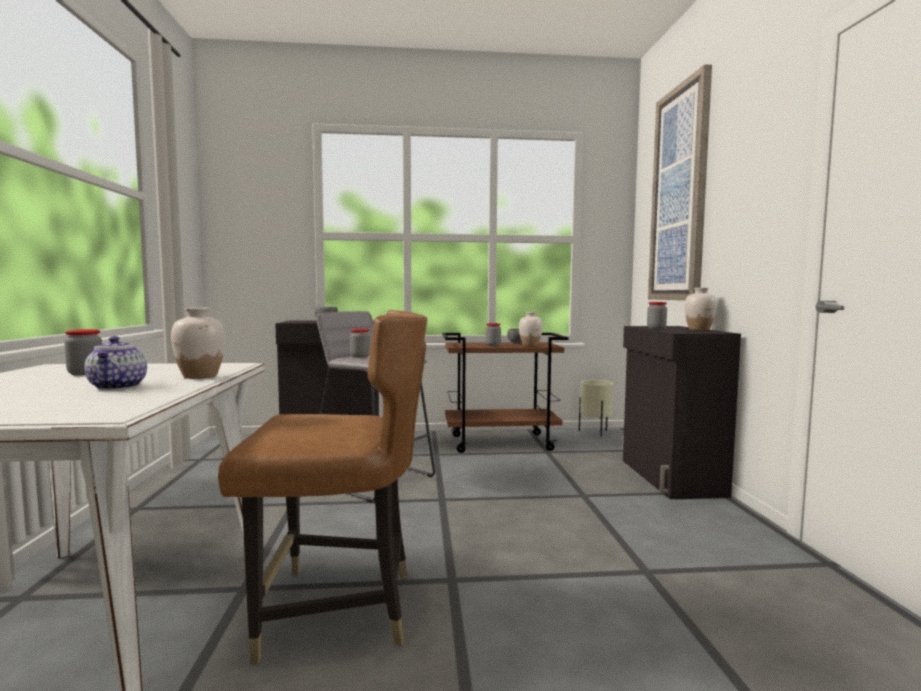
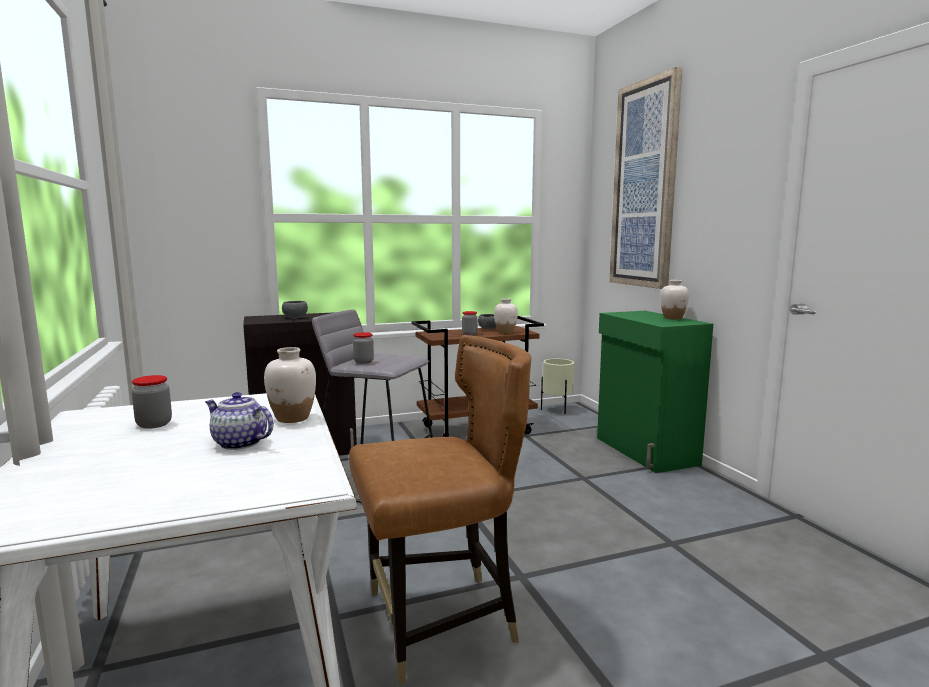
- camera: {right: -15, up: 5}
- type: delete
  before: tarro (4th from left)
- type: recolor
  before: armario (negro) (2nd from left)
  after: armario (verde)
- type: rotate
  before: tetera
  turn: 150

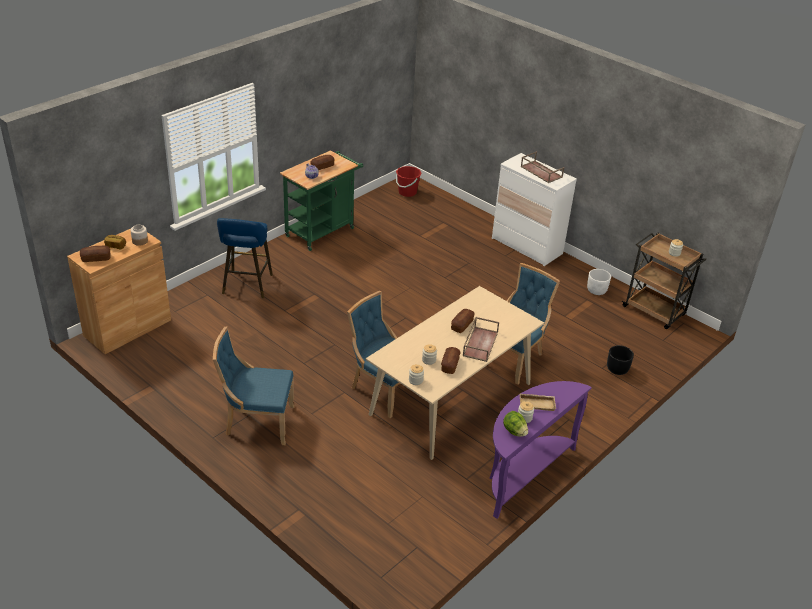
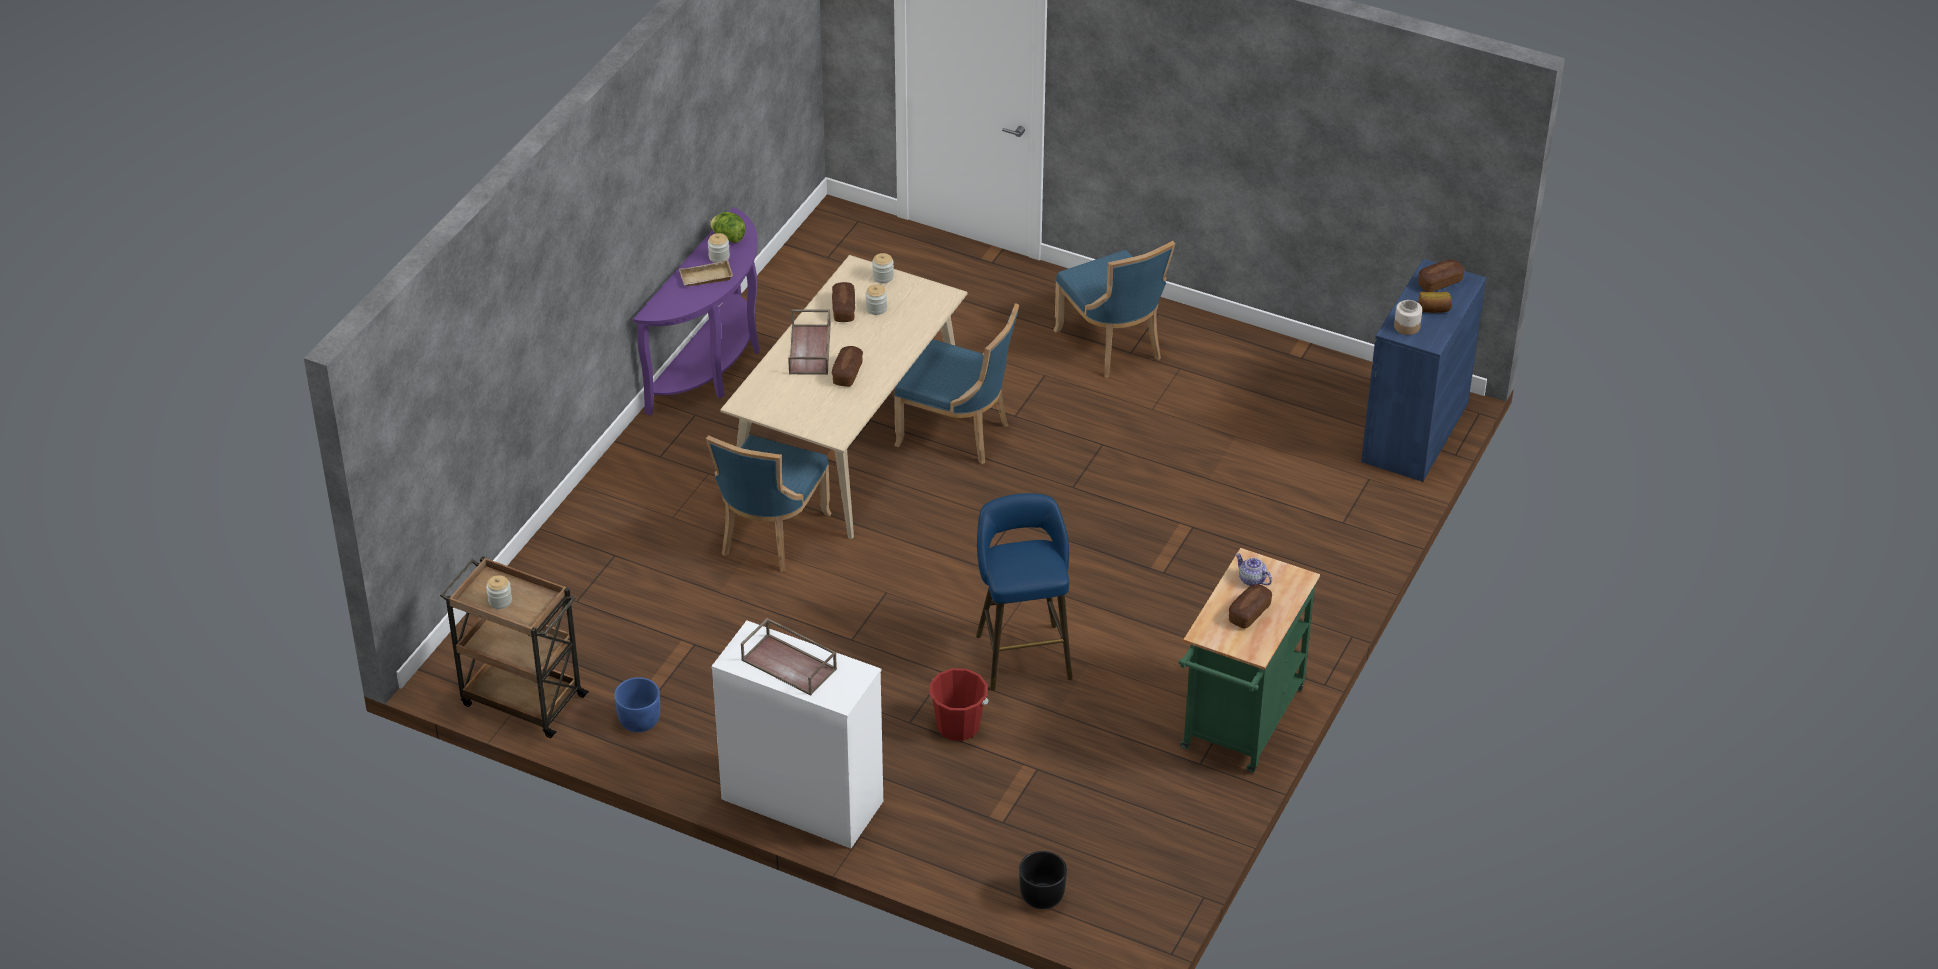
- camera: {right: 165, up: 5}
- type: move
  before: cubo (rojo)
- type: move
  before: taburete (azul)
- type: recolor
  before: armario (marrón)
  after: armario (azul)
- type: recolor
  before: maceta (blanco)
  after: maceta (azul)
- type: rotate
  before: silla (azul) (1st from left in the first image)
  turn: 75
- type: move
  before: maceta (negro)

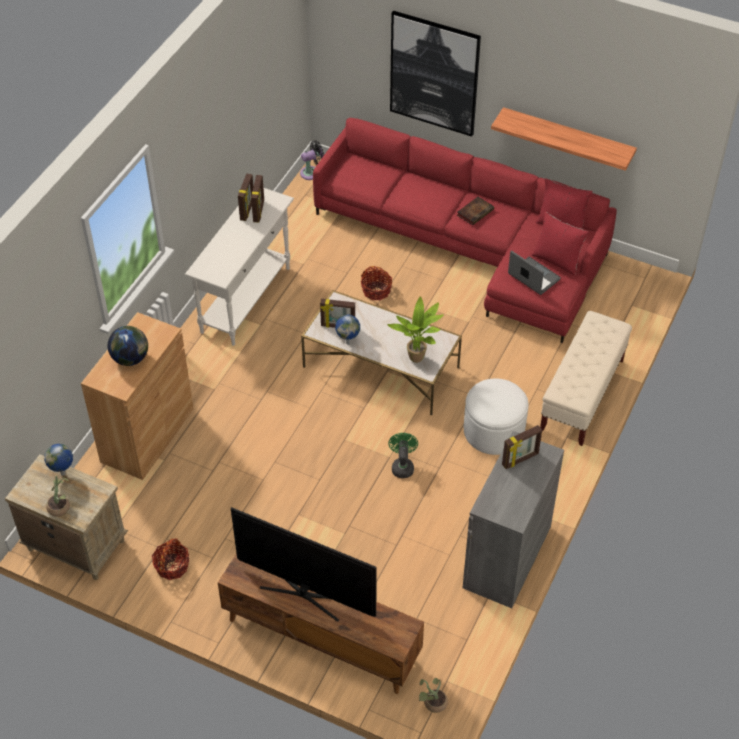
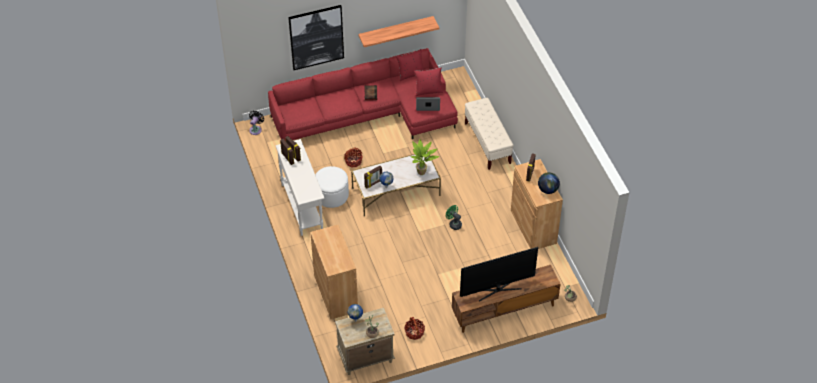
- camera: {right: -45, up: 0}
- type: move
  before: globo terráqueo (2nd from left in the first image)
  after: globo terráqueo (3rd from left)
- type: move
  before: puf (blanco)
- type: recolor
  before: armario (gris)
  after: armario (marrón) (2nd from left)

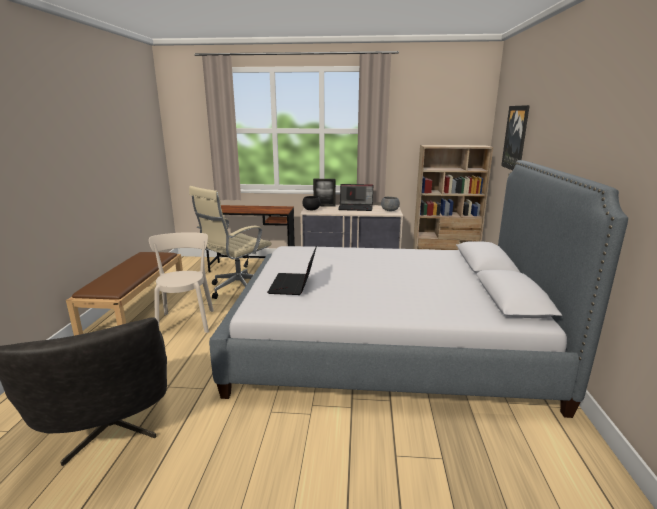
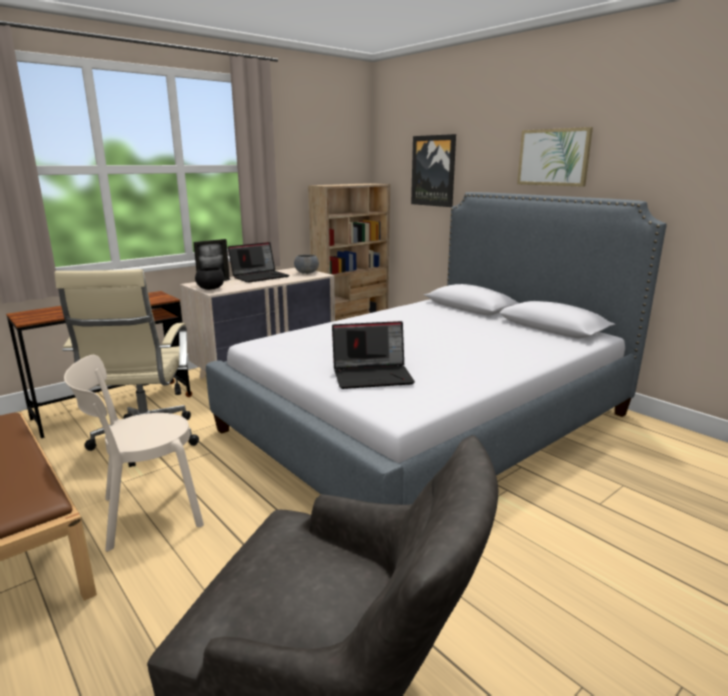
- camera: {right: -45, up: 0}
- type: rotate
  before: silla (beis)
  turn: -60
- type: rotate
  before: portátil (1st from left in the first image)
  turn: -60
- type: insert
  after: cuadro (2nd from left)

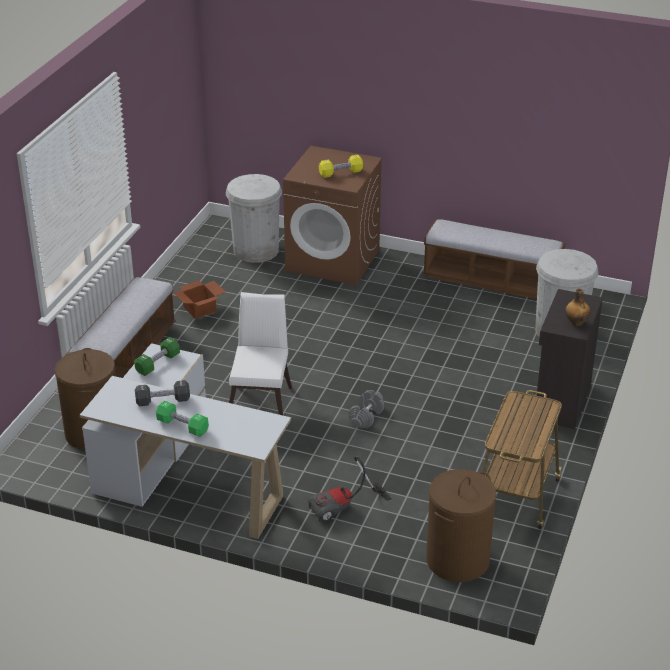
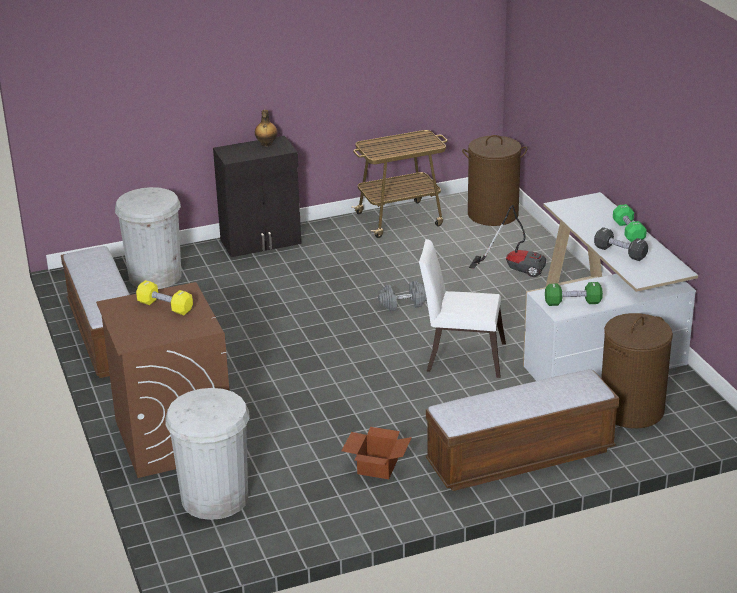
- camera: {right: -130, up: -5}
- type: rotate
  before: silla (blanco)
  turn: 45

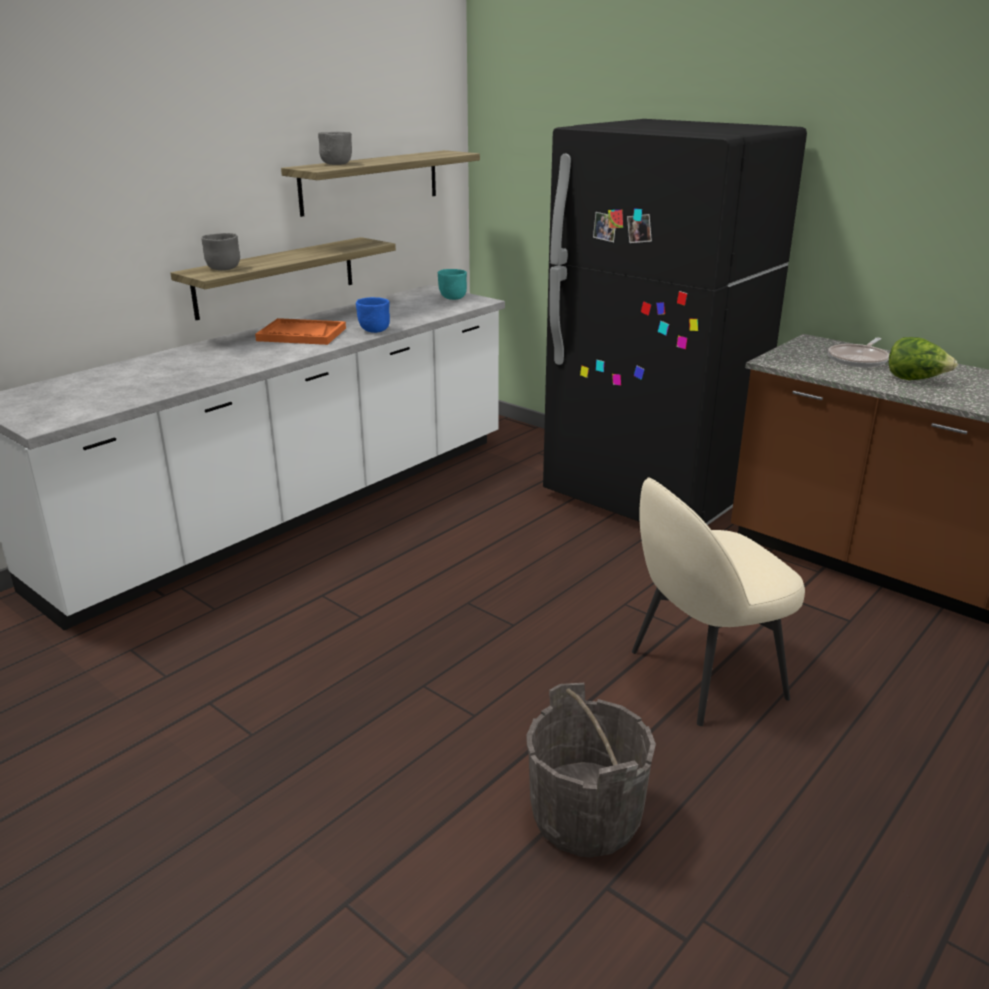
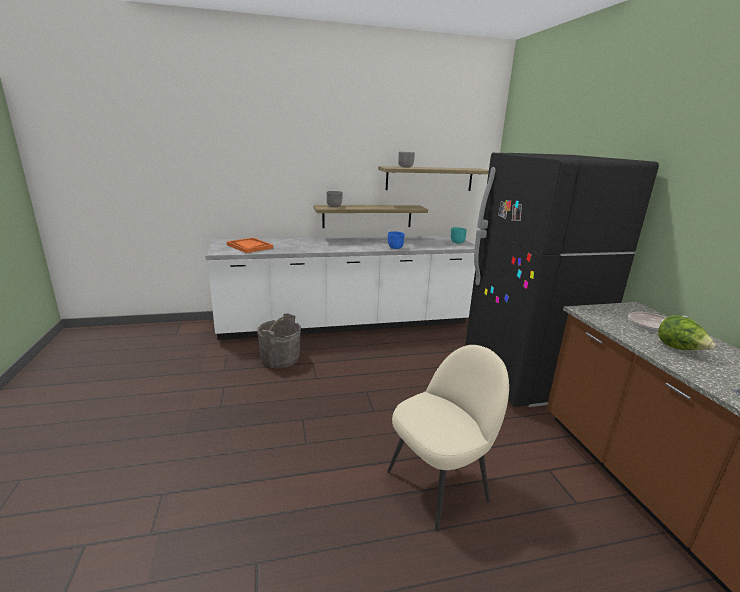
- camera: {right: 35, up: -5}
- type: move
  before: bandeja (naranja)
- type: rotate
  before: silla (beis)
  turn: 135
- type: move
  before: cubo (gris)

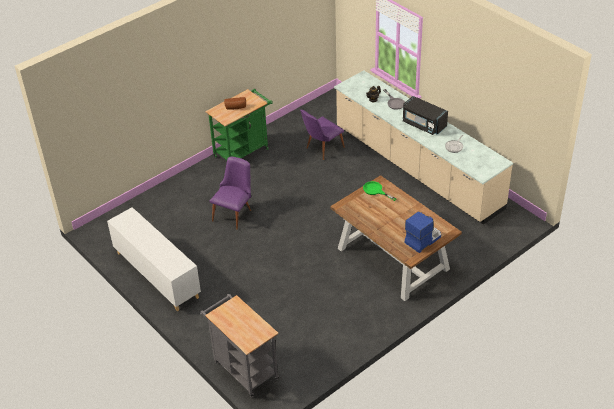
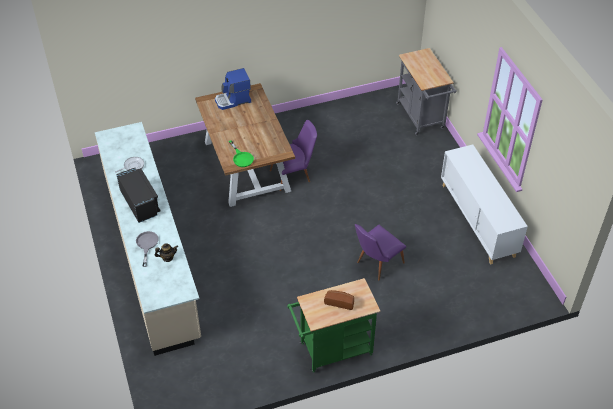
- camera: {right: -160, up: 5}
- type: move
  before: silla (morado) (2nd from left in the first image)
  after: silla (morado) (1st from left)

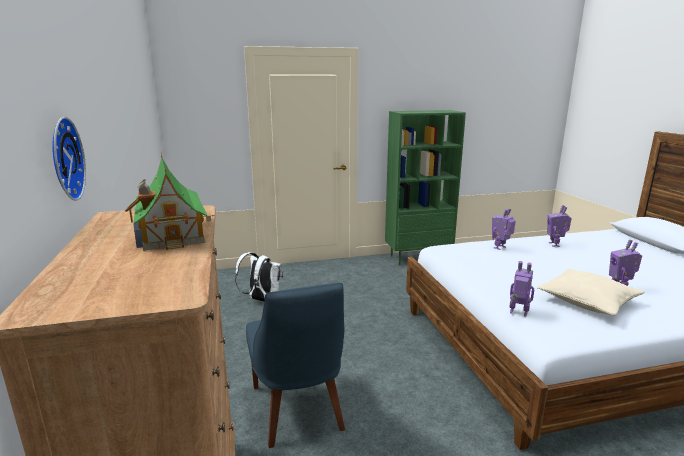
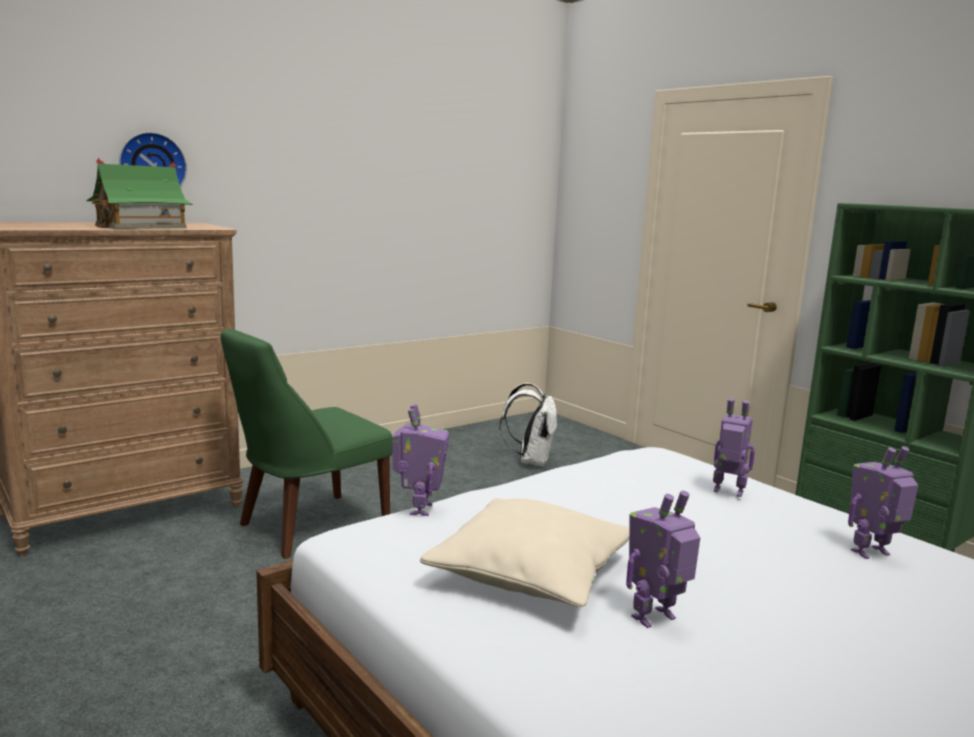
- camera: {right: 65, up: -5}
- type: recolor
  before: silla (azul)
  after: silla (verde)

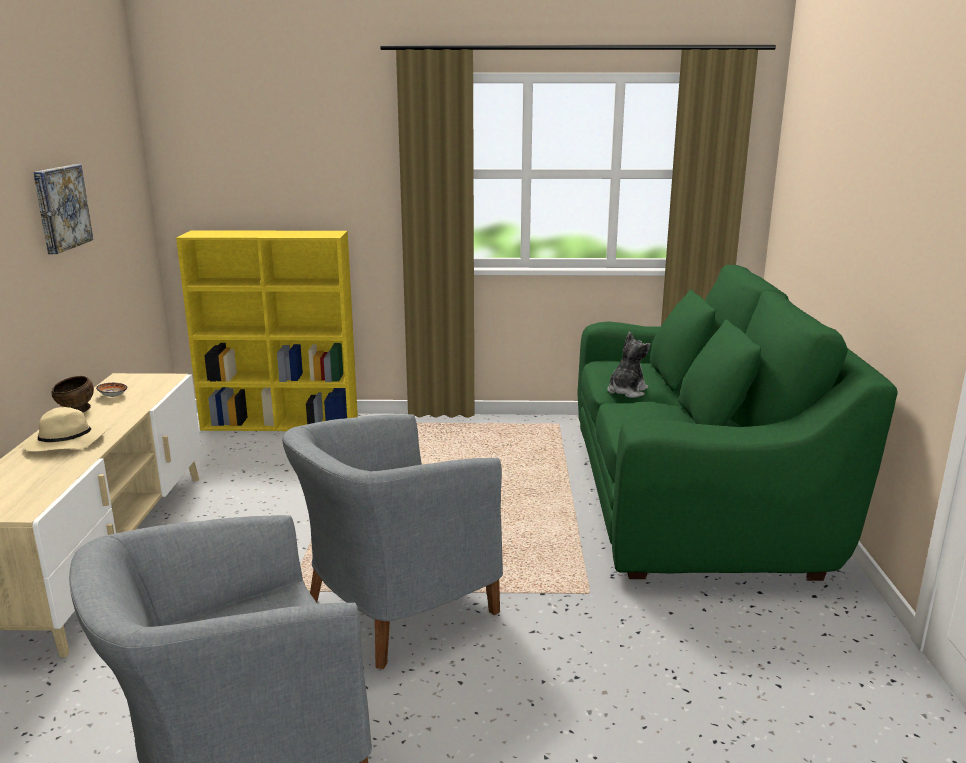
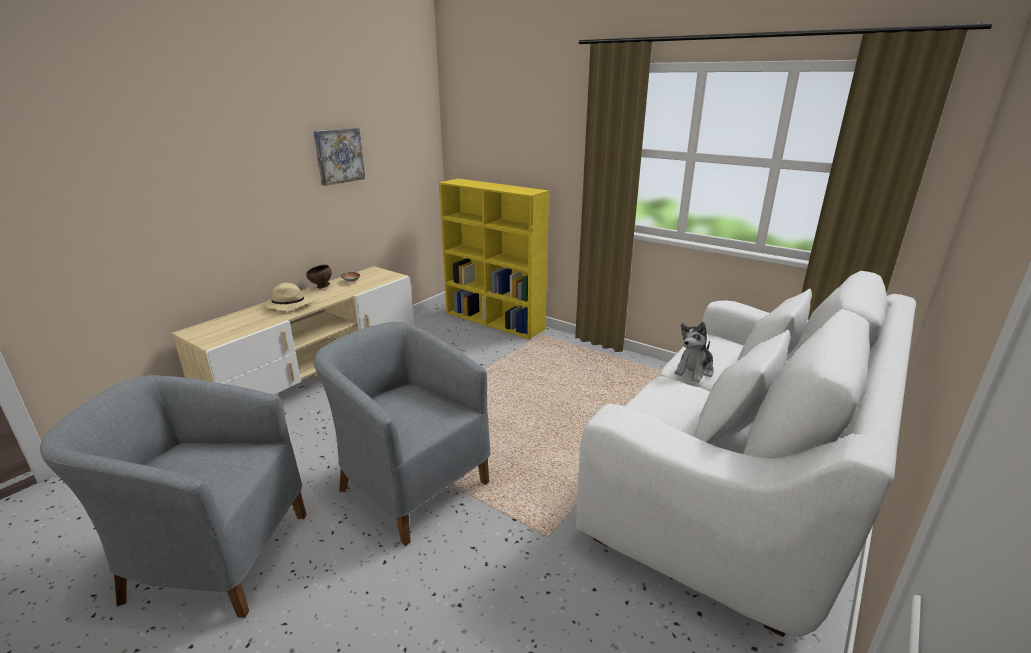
- camera: {right: 35, up: 5}
- type: recolor
  before: sofá (verde)
  after: sofá (blanco)
- type: rotate
  before: peluche
  turn: 150
- type: rotate
  before: sillón (gris) (2nd from left)
  turn: 45

